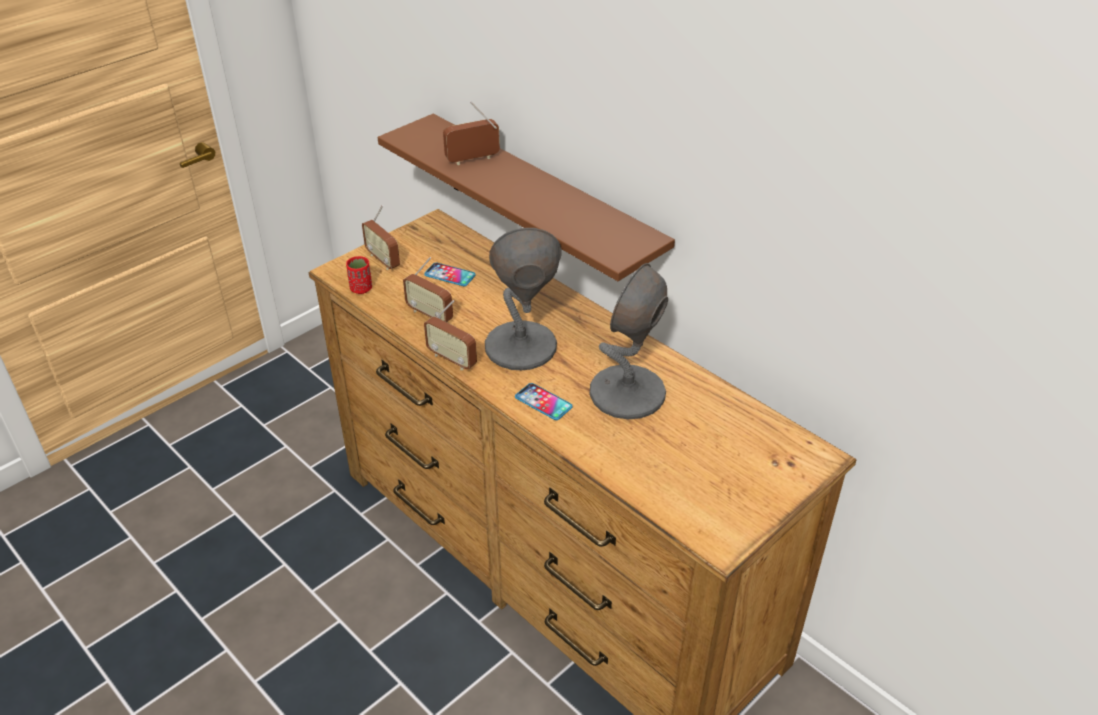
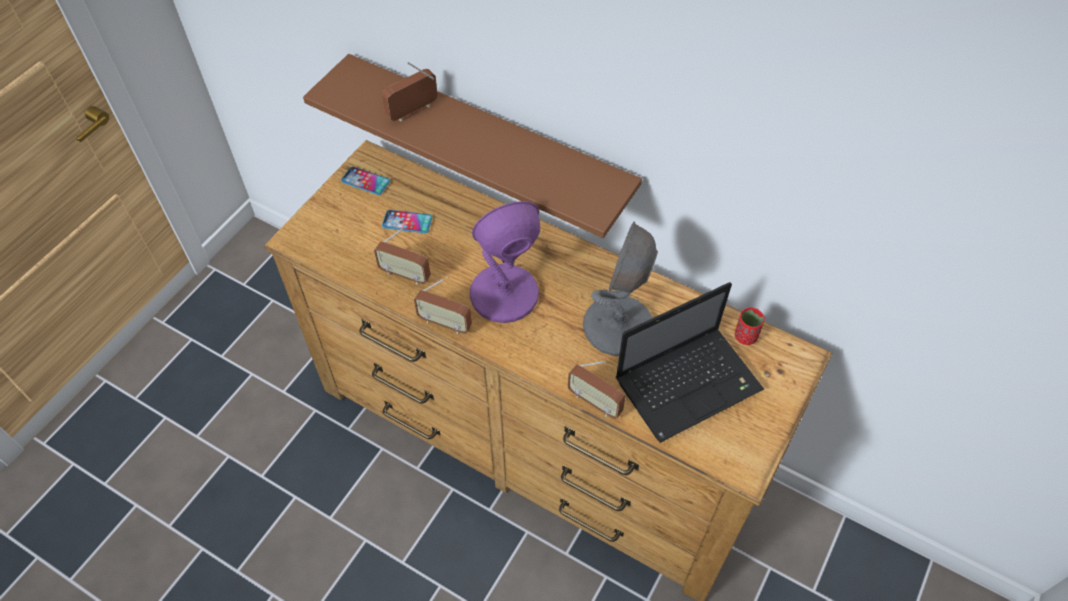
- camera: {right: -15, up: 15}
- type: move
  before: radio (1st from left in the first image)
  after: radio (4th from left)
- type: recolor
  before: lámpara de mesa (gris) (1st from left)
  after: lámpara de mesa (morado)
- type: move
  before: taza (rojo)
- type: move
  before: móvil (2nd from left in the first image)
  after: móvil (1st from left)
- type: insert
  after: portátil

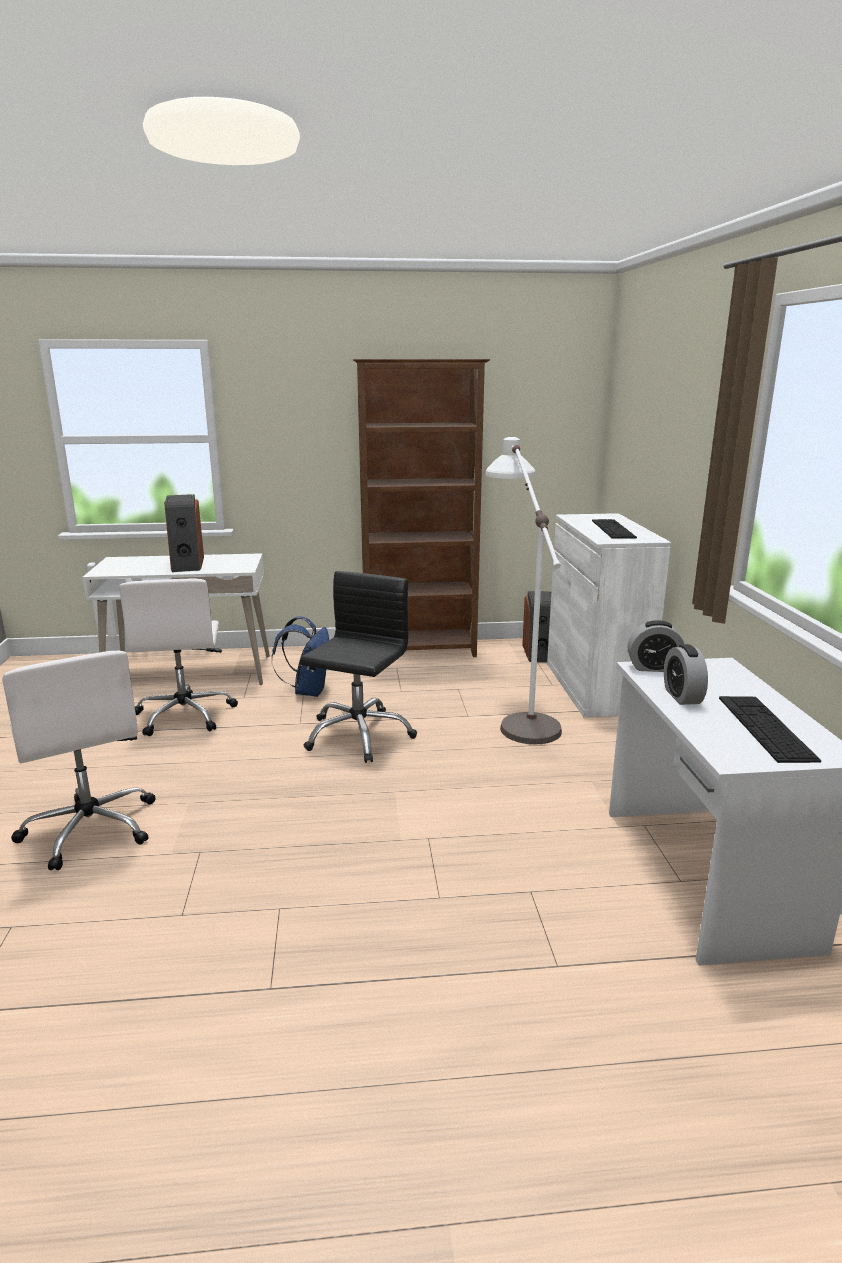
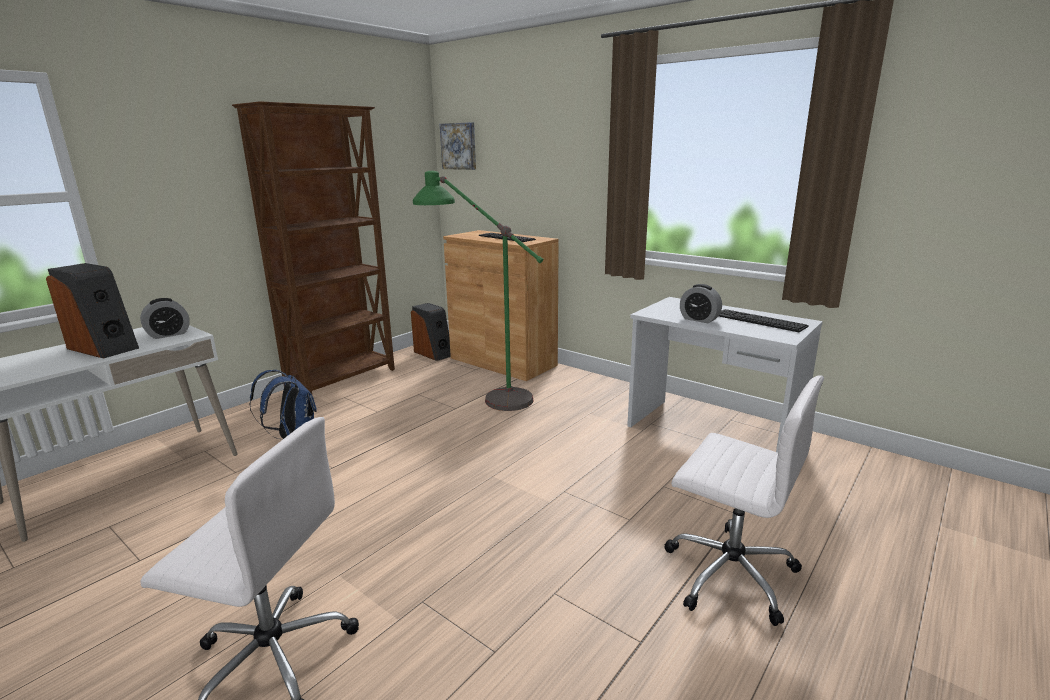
- camera: {right: -45, up: 0}
- type: recolor
  before: lámpara de pie (blanco)
  after: lámpara de pie (verde)
- type: recolor
  before: armario (blanco)
  after: armario (marrón)
- type: delete
  before: silla de oficina (negro)
- type: move
  before: silla de oficina (blanco) (2nd from left)
- type: move
  before: despertador (1st from left)
- type: insert
  after: cuadro

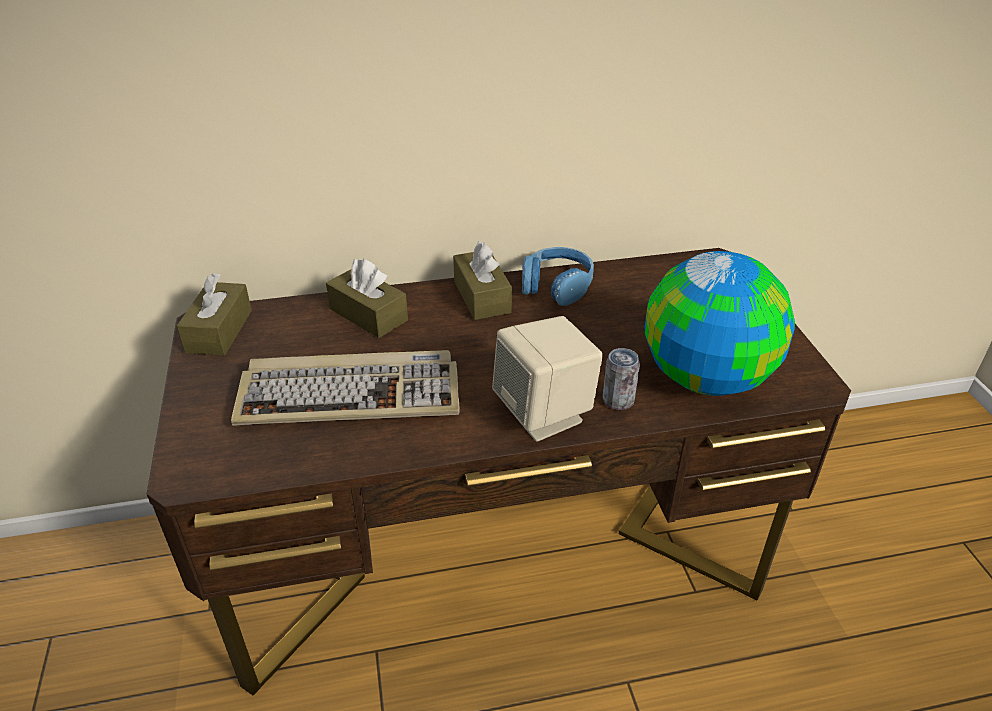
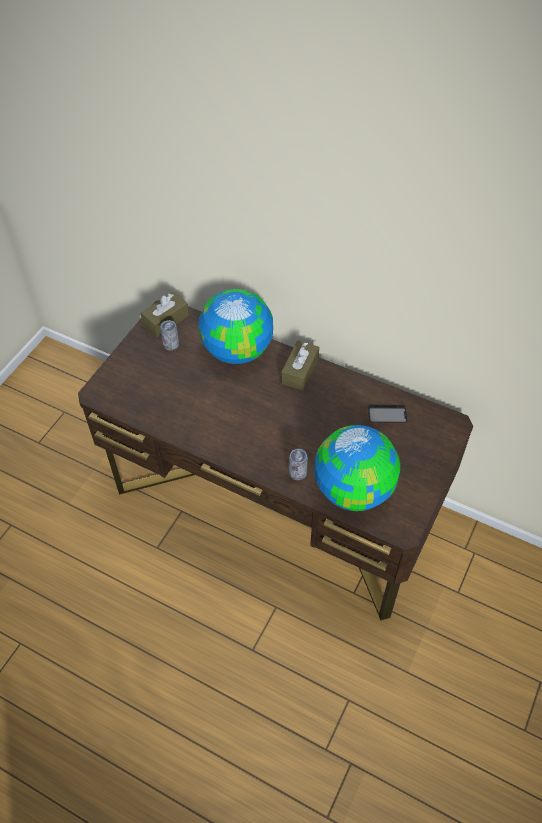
- camera: {right: 40, up: 15}
- type: delete
  before: auriculares (azul)
- type: replace
  before: caja de pañuelos (marrón) (2nd from left)
  after: globo terráqueo (1st from left)
- type: delete
  before: altavoz (beis)
- type: delete
  before: teclado
- type: insert
  after: lata (1st from left)
- type: insert
  after: móvil

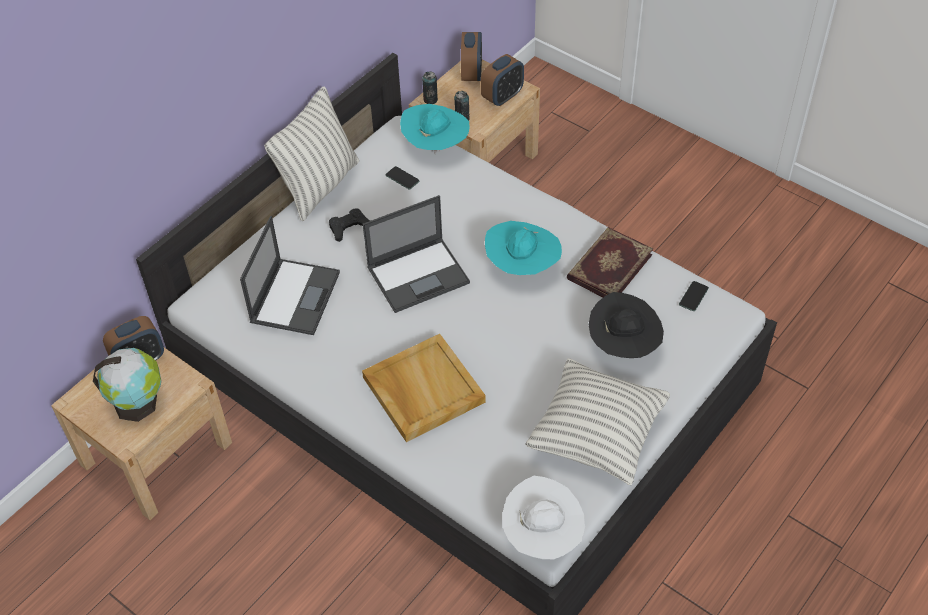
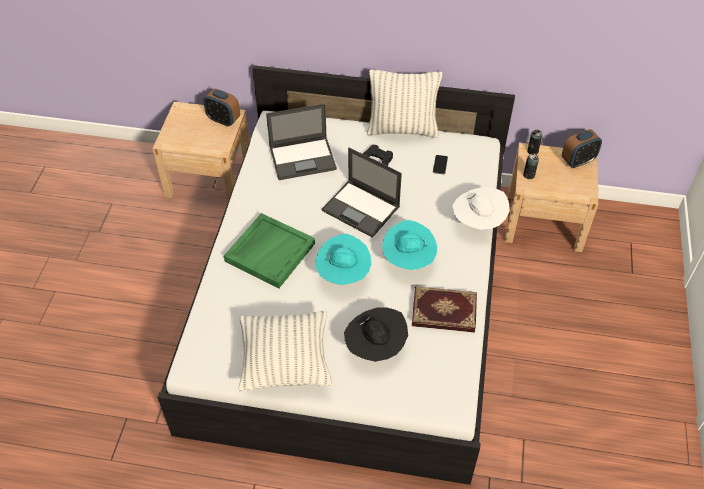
- camera: {right: 60, up: 0}
- type: delete
  before: despertador (3rd from left)
- type: move
  before: sombrero (turquesa) (1st from left)
- type: delete
  before: móvil (2nd from left)
- type: recolor
  before: bandeja (beis)
  after: bandeja (verde)
- type: delete
  before: globo terráqueo
- type: move
  before: sombrero (blanco)

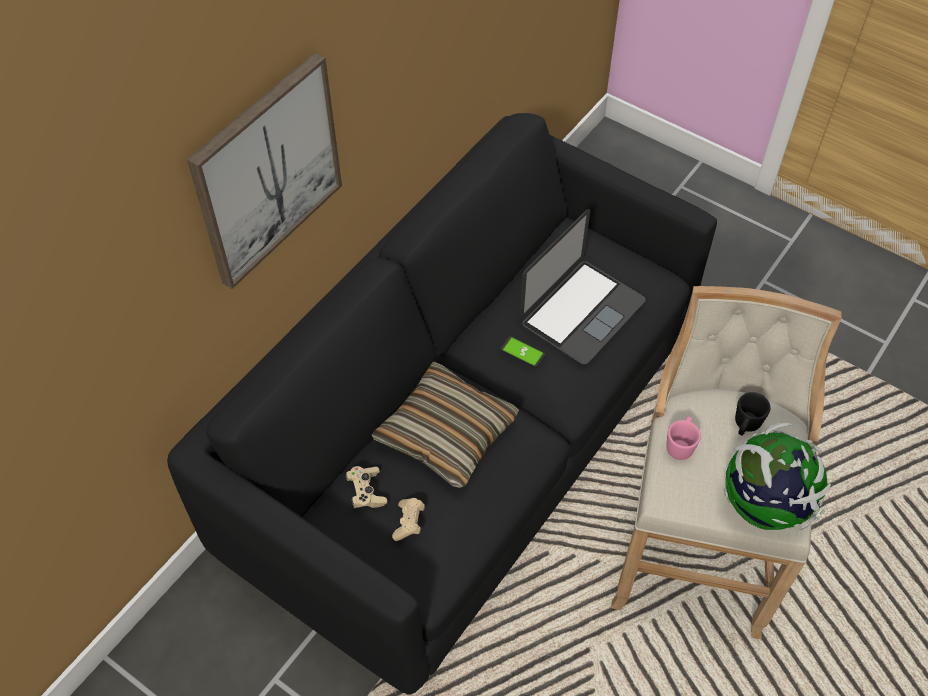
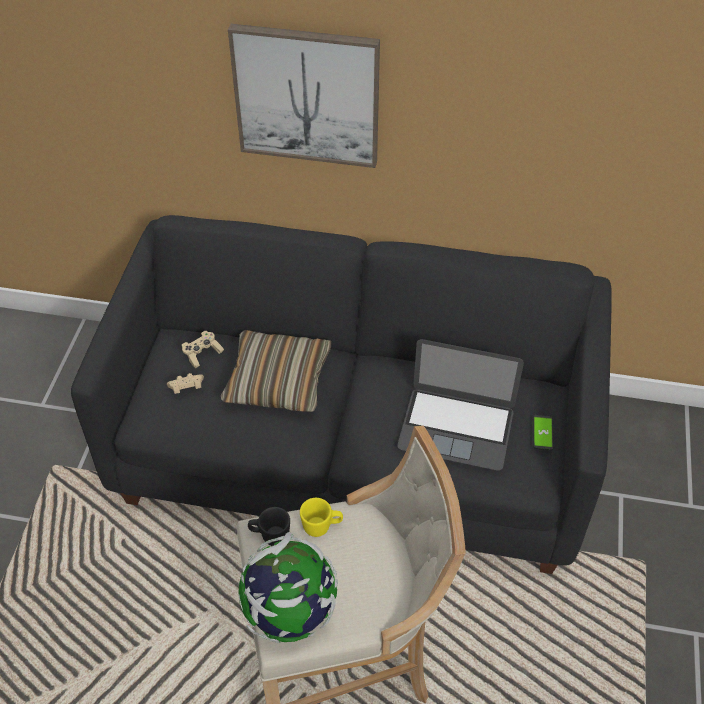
- camera: {right: 65, up: -5}
- type: move
  before: móvil
- type: move
  before: taza grande (negro)
- type: recolor
  before: taza grande (rosa)
  after: taza grande (amarillo)

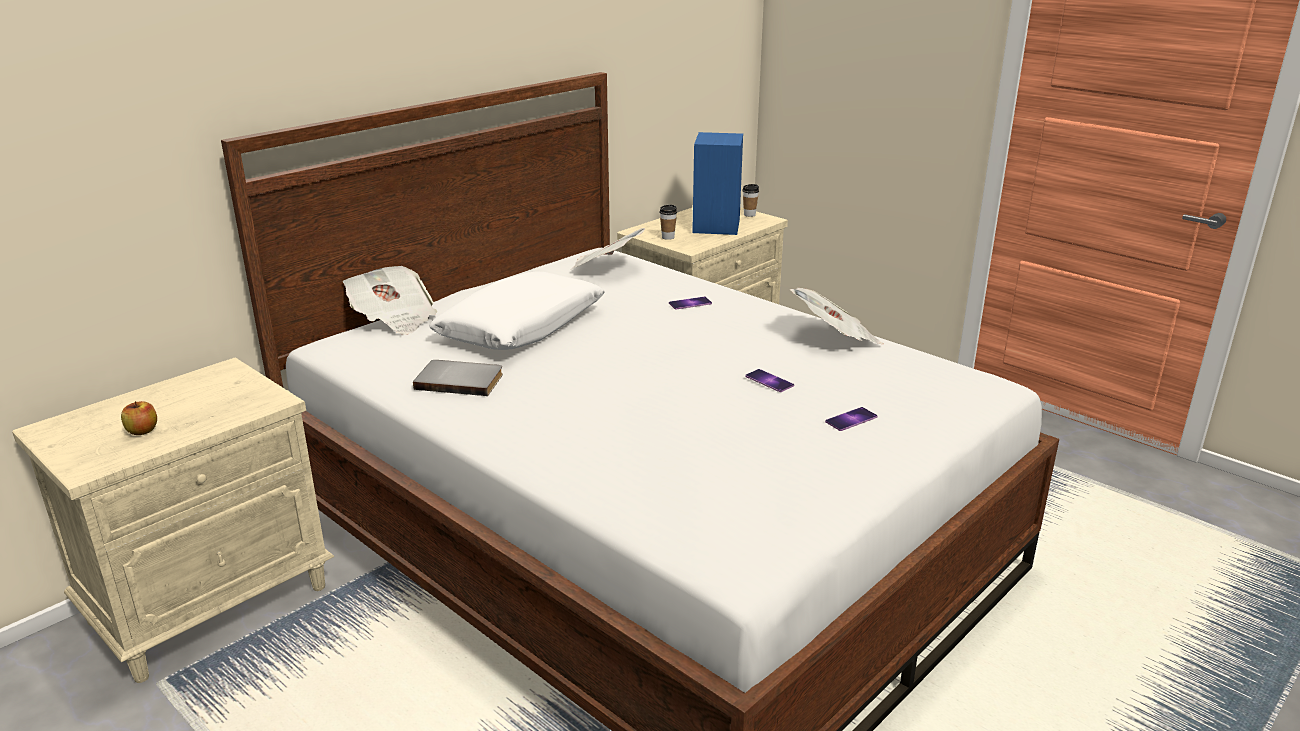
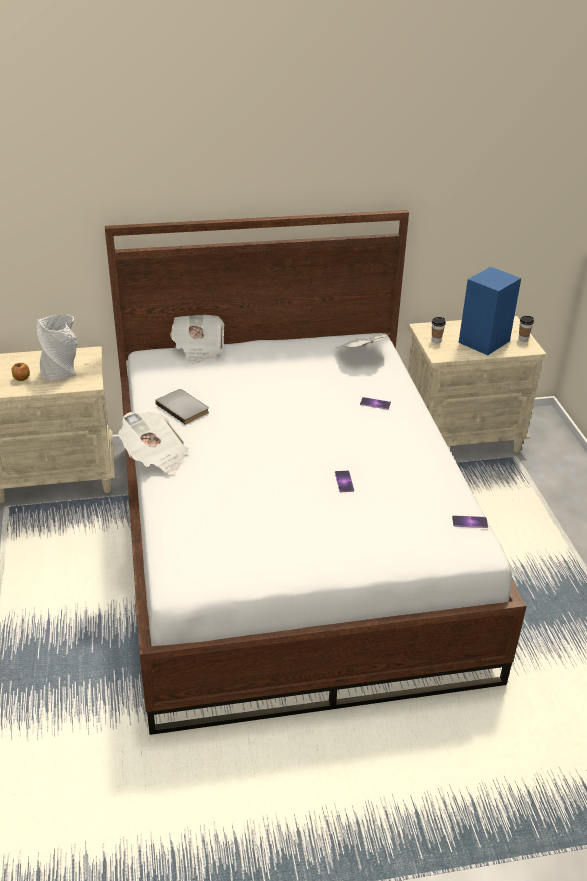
- camera: {right: 35, up: 10}
- type: delete
  before: cojín (blanco)
- type: move
  before: periódico (3rd from left in the first image)
  after: periódico (1st from left)
- type: move
  before: móvil (3rd from left)
- type: insert
  after: florero (gris)

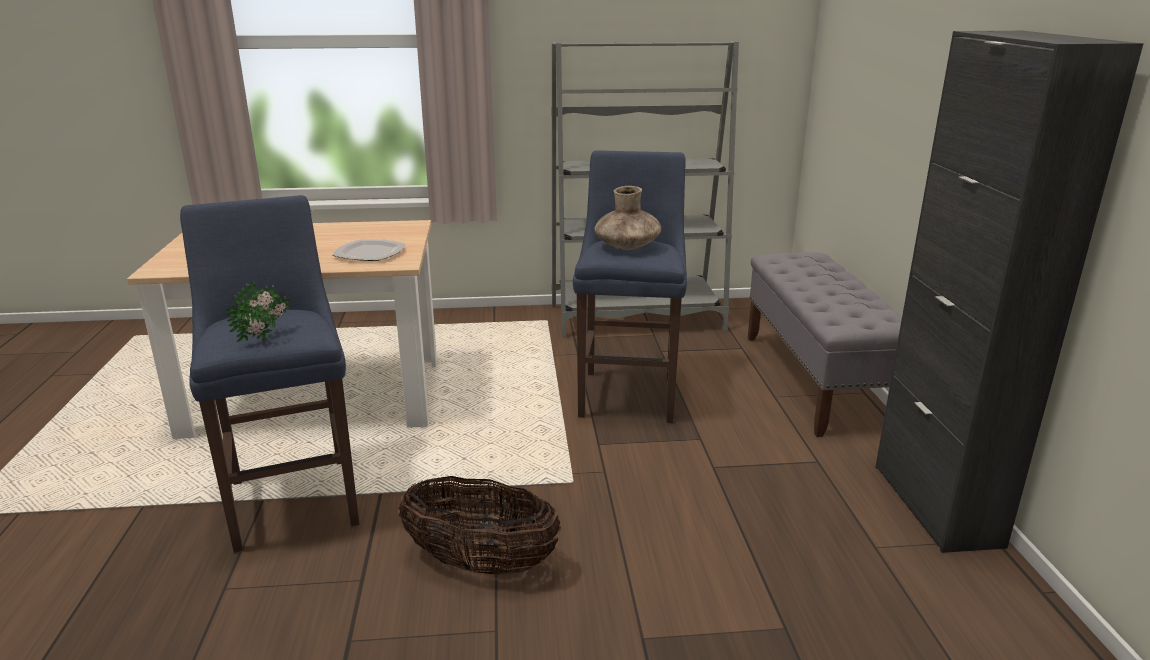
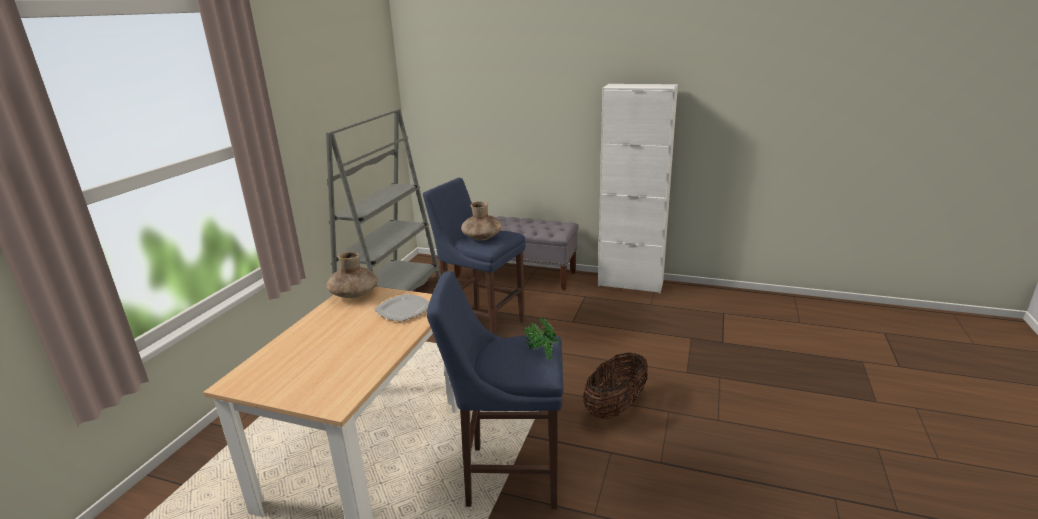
- camera: {right: -65, up: 0}
- type: recolor
  before: armario (negro)
  after: armario (blanco)
- type: insert
  after: florero (marrón) (1st from left)

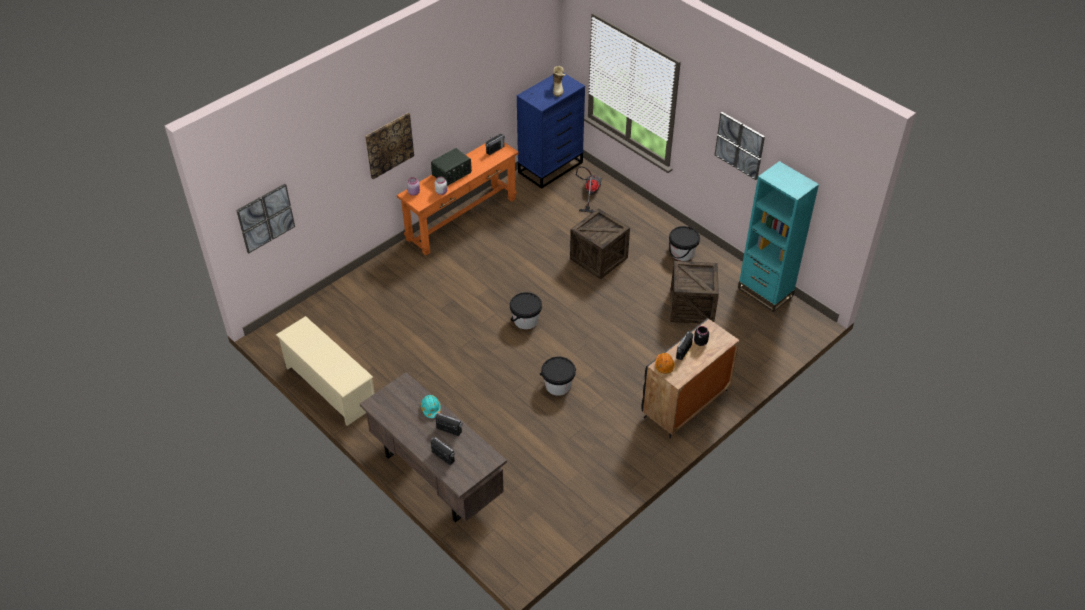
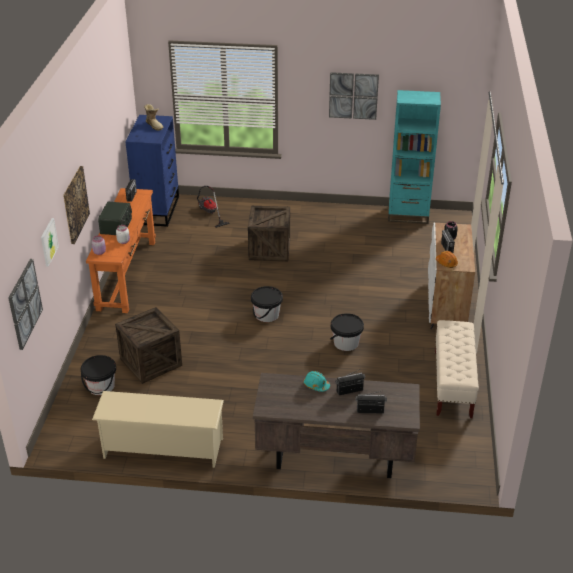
- camera: {right: -40, up: -10}
- type: move
  before: cubo (negro) (3rd from left in the first image)
  after: cubo (negro) (1st from left)
- type: move
  before: caja de embalaje (2nd from left in the first image)
  after: caja de embalaje (1st from left)
- type: recolor
  before: armario (negro)
  after: armario (blanco)
- type: insert
  after: cuadro (2nd from left)
- type: insert
  after: banco (beis)

